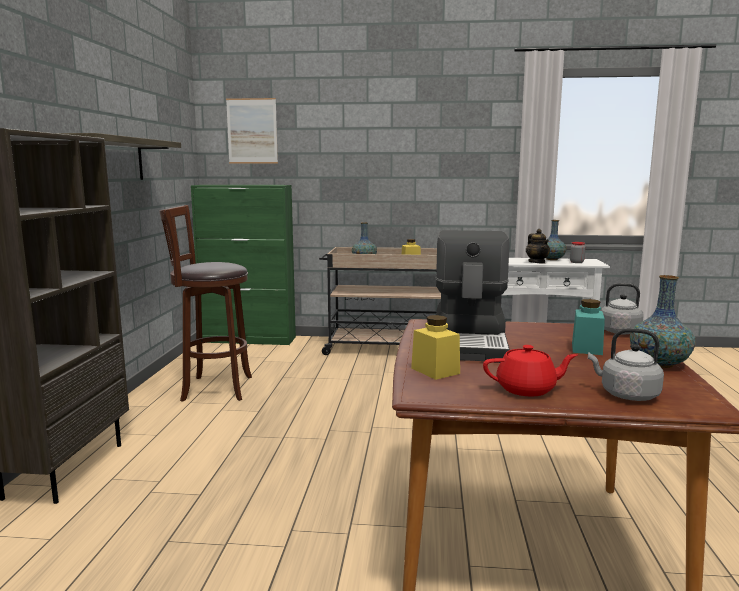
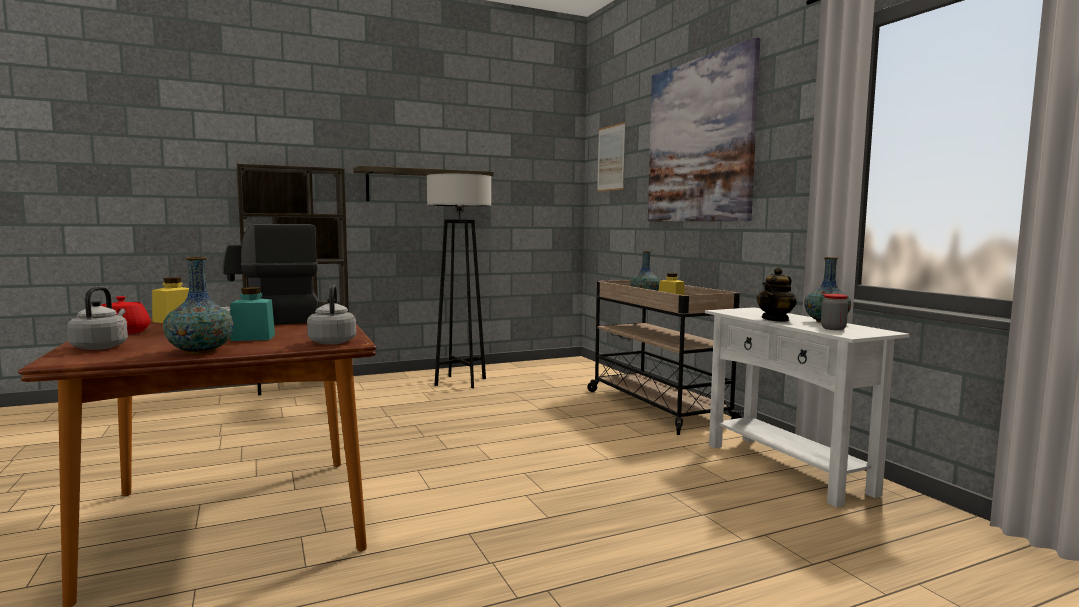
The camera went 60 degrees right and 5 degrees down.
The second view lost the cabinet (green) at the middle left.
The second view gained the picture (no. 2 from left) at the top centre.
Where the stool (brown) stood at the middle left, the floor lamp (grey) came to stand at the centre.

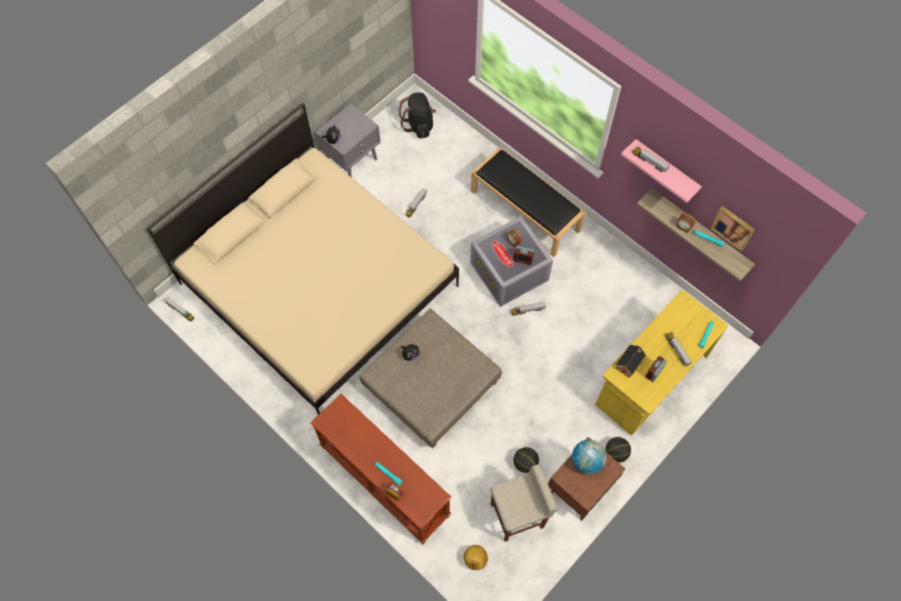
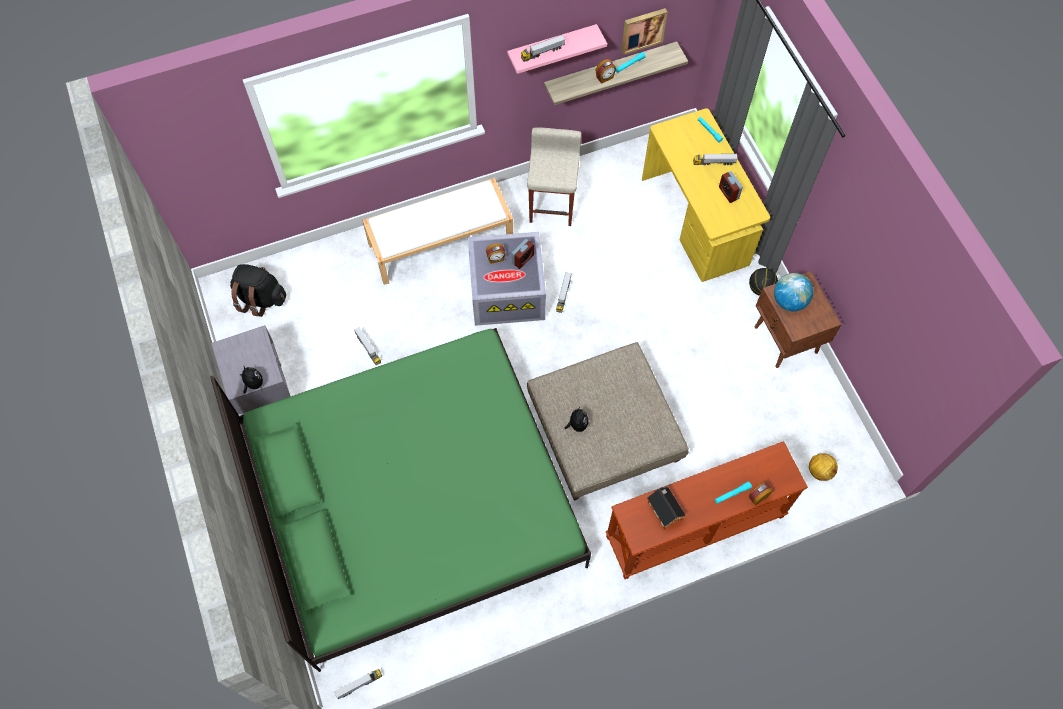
The camera went 65 degrees left and 0 degrees up.
The second view lost the basketball (no. 1 from left) at the bottom centre.
The stool (beige) ended up elsewhere, having gone from the bottom centre to the top centre.
The toy house ended up elsewhere, having gone from the middle right to the bottom centre.
What was the bed (beige) at the centre turned into the bed (green) at the bottom centre.
What was the bench (black) at the centre turned into the bench (white) at the top centre.

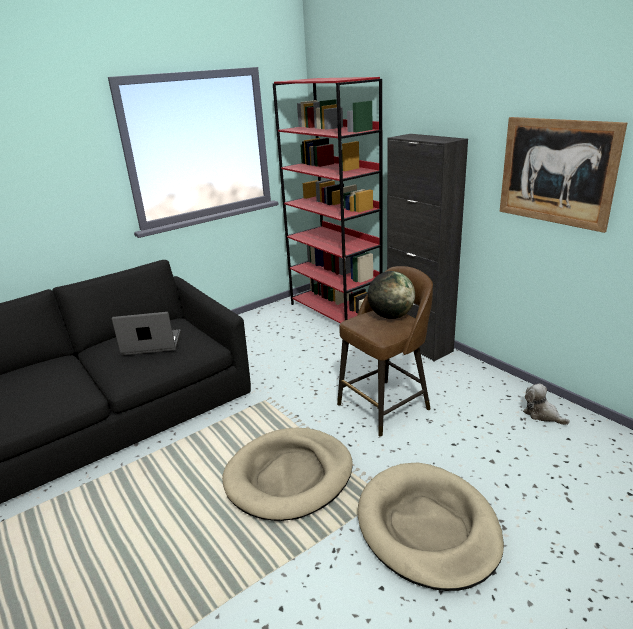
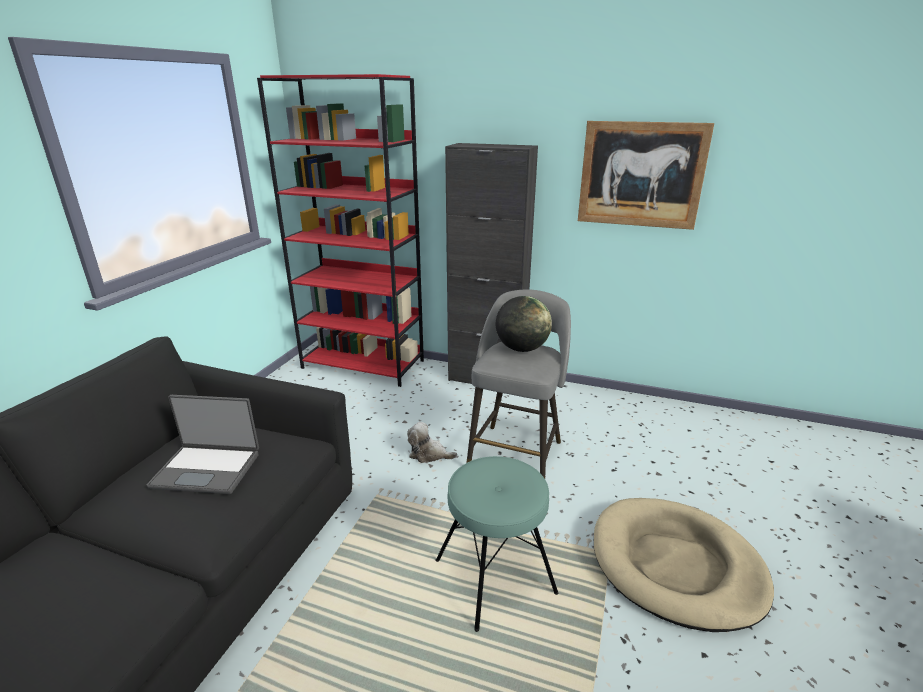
The camera went 35 degrees left and 0 degrees up.
The plush toy ended up elsewhere, having gone from the middle right to the centre.
Where the dog bed (beige) (no. 1 from left) stood at the bottom centre, the stool (turquoise) came to stand at the bottom centre.
What was the stool (brown) at the centre turned into the stool (grey) at the centre.
The laptop at the middle left ended up facing another way, 135 degrees counterclockwise from before.

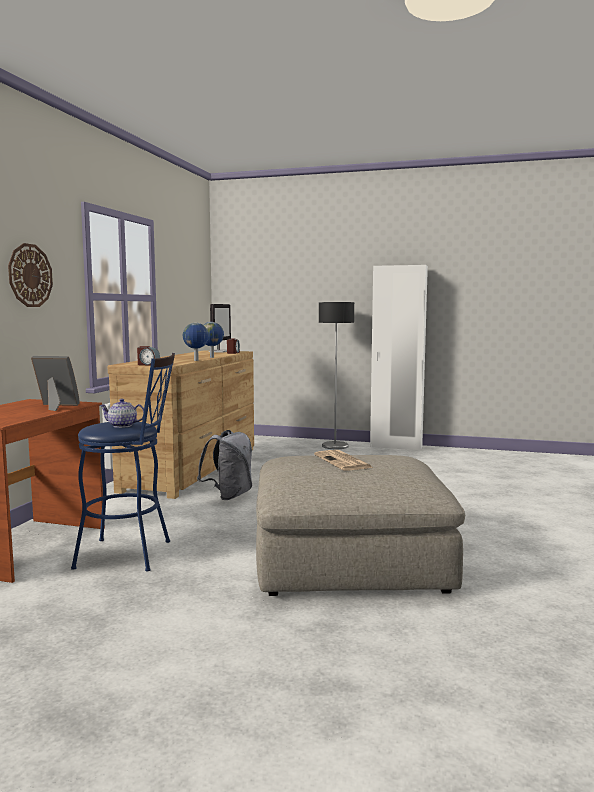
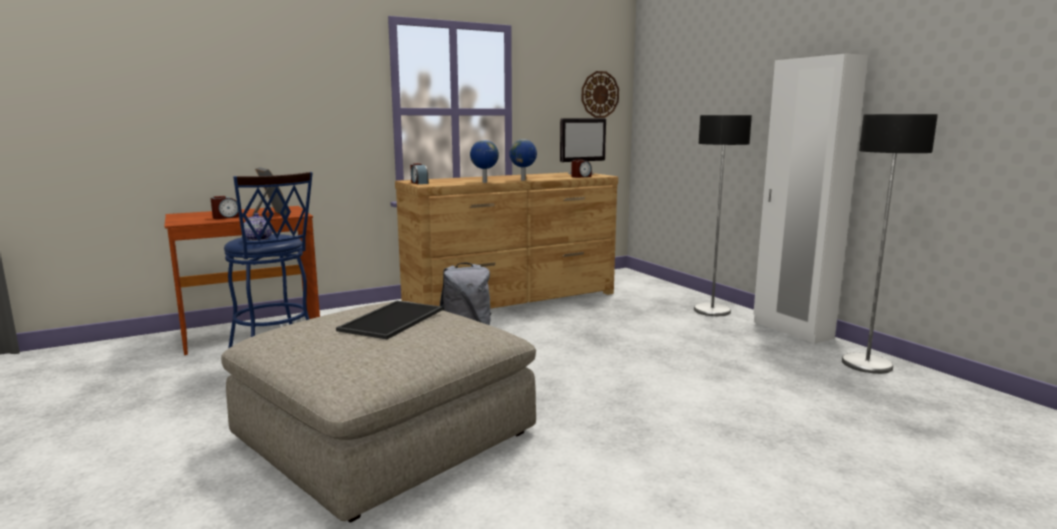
The camera went 45 degrees right and 5 degrees up.
The second view gained the alarm clock (no. 1 from left) at the middle left.
The second view gained the floor lamp (no. 2 from left) at the middle right.
The wall clock ended up elsewhere, having gone from the middle left to the top centre.
Where the newspaper stood at the centre, the tray came to stand at the centre.

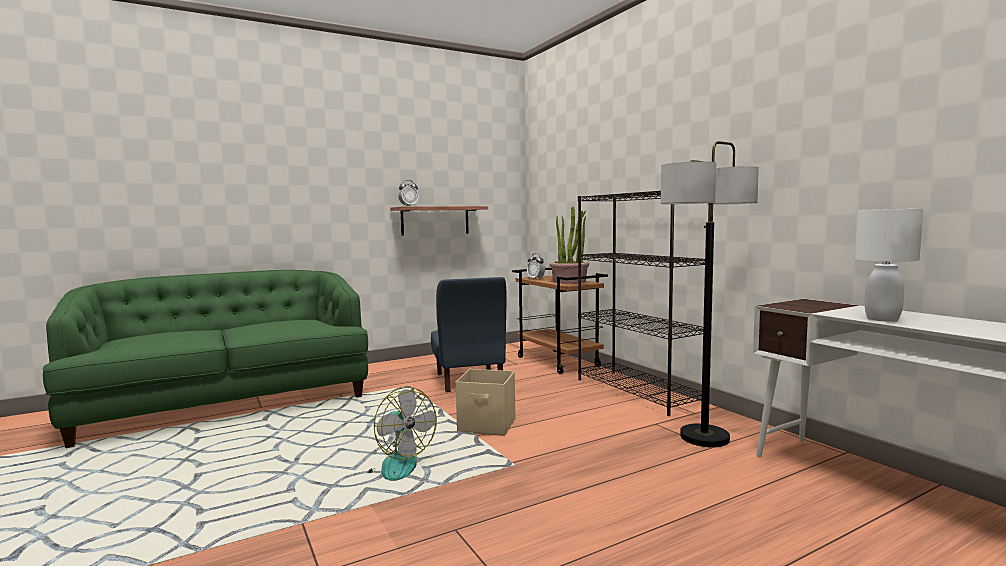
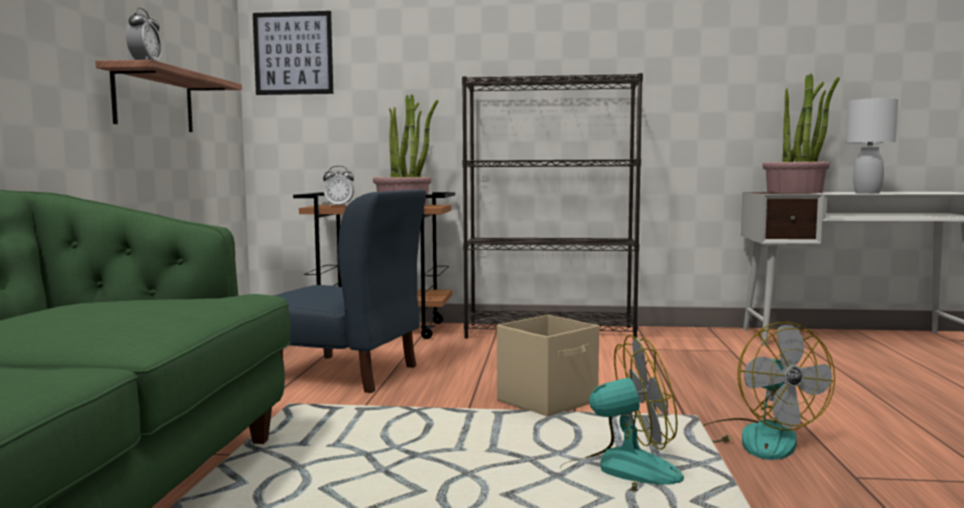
The camera went 55 degrees left and 0 degrees up.
The second view lost the floor lamp at the middle right.
The second view gained the picture at the top left.
The second view gained the fan (no. 2 from left) at the bottom right.
The second view gained the potted plant (no. 2 from left) at the top right.

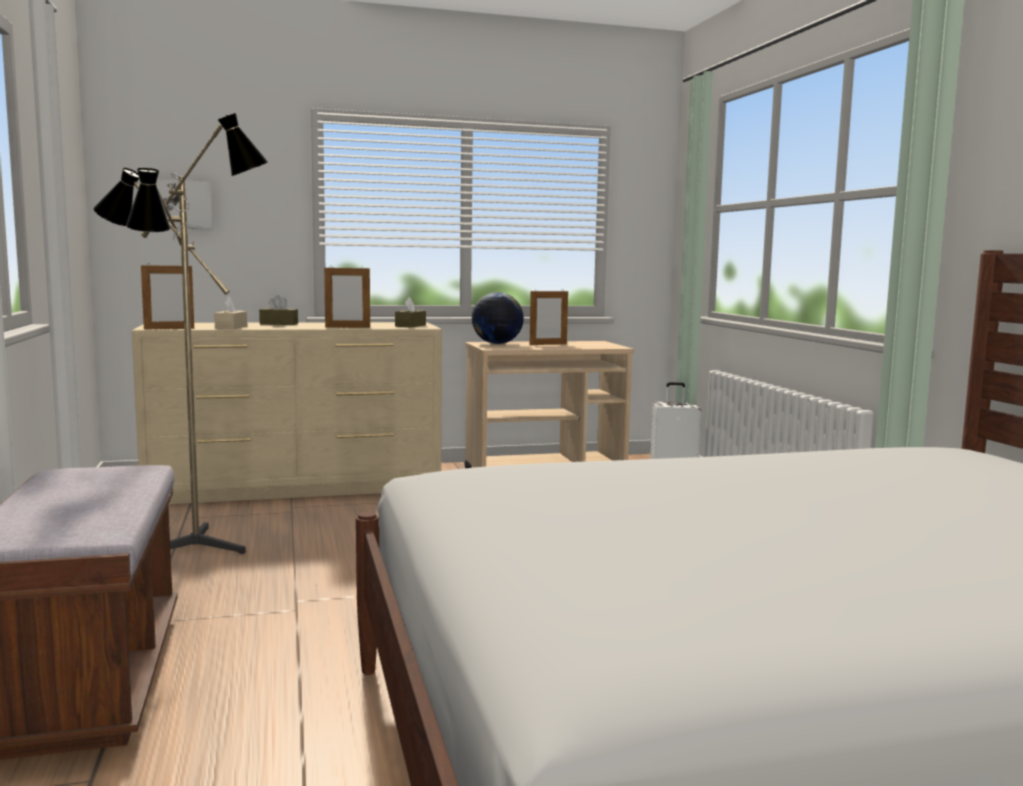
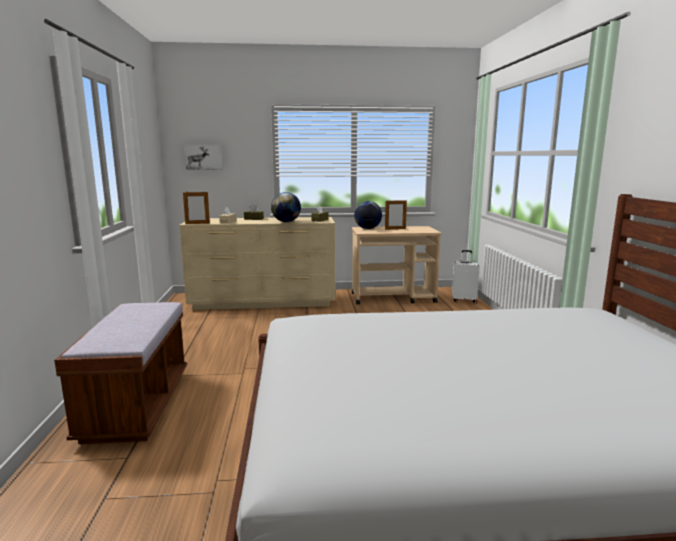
The camera went 10 degrees right and 5 degrees up.
The second view lost the floor lamp at the middle left.
Where the picture frame (no. 2 from left) stood at the centre, the globe (no. 1 from left) came to stand at the centre.

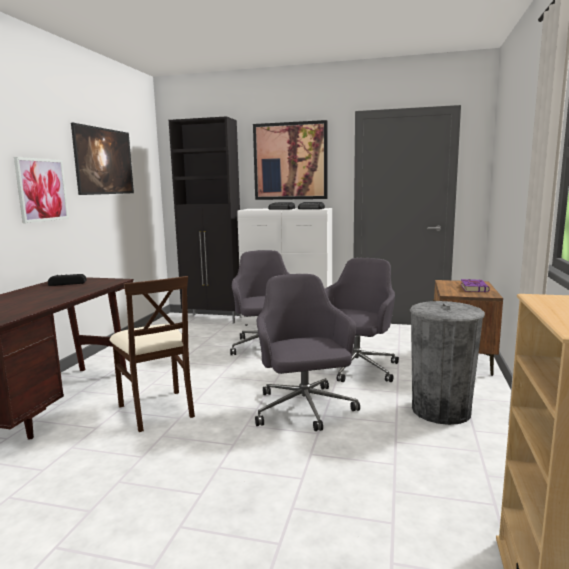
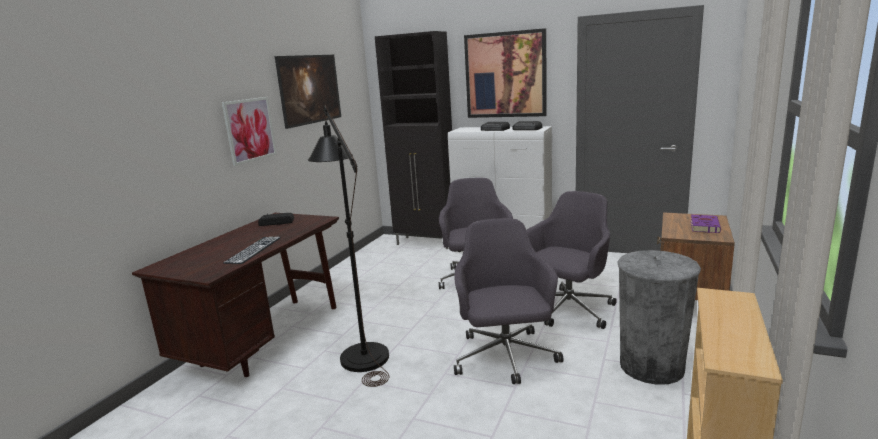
The camera went 10 degrees right and 5 degrees up.
The second view gained the keyboard at the middle left.
Where the chair (beige) stood at the middle left, the floor lamp (black) came to stand at the centre.

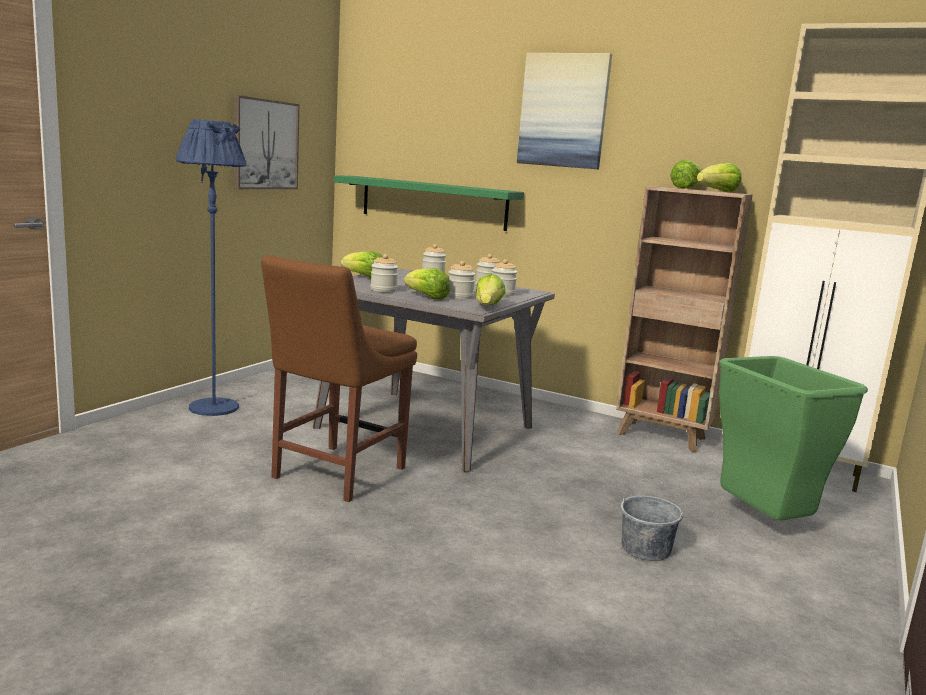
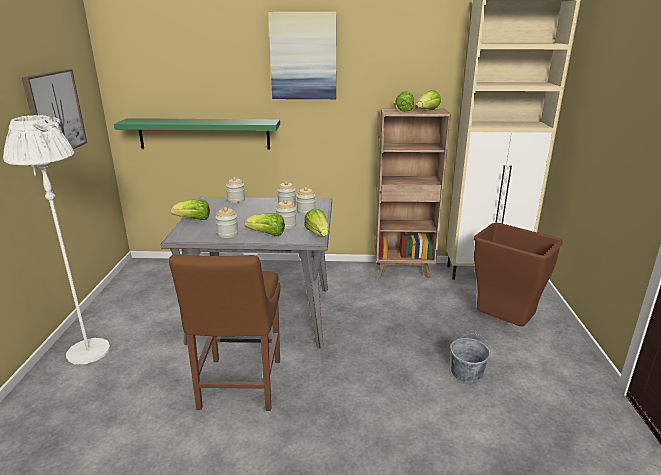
The camera went 25 degrees left and 10 degrees up.
What was the floor lamp (blue) at the middle left turned into the floor lamp (white) at the middle left.
What was the trash can (green) at the middle right turned into the trash can (brown) at the middle right.

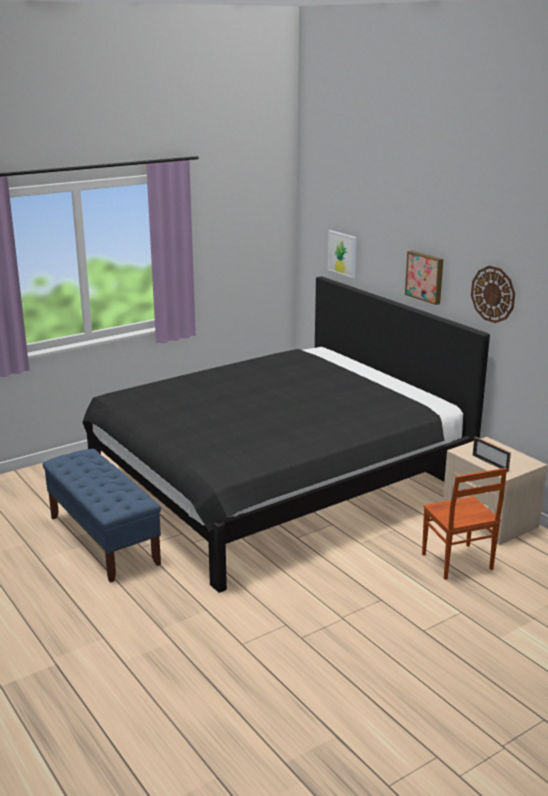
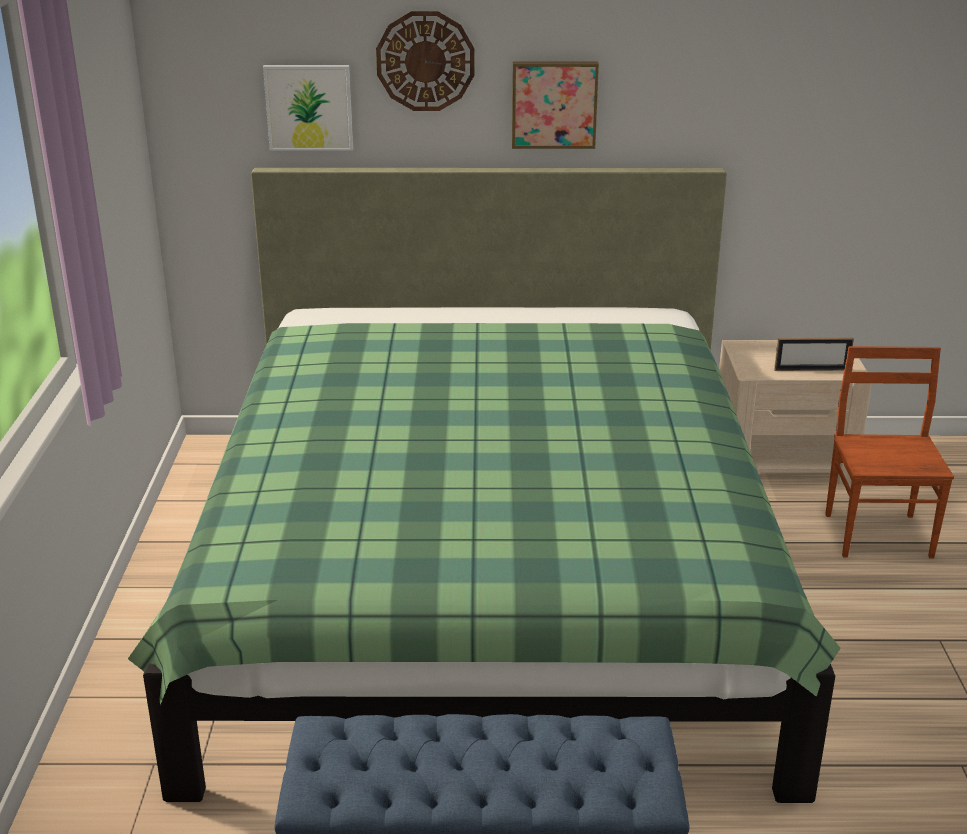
The camera went 55 degrees left and 5 degrees up.
The wall clock ended up elsewhere, having gone from the middle right to the top centre.
What was the bed (black) at the centre turned into the bed (green) at the centre.
The chair (brown) at the middle right ended up facing another way, 105 degrees counterclockwise from before.

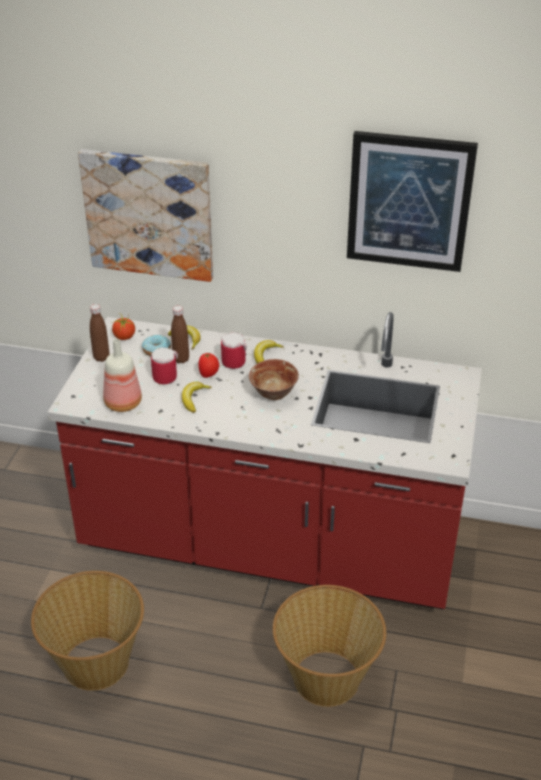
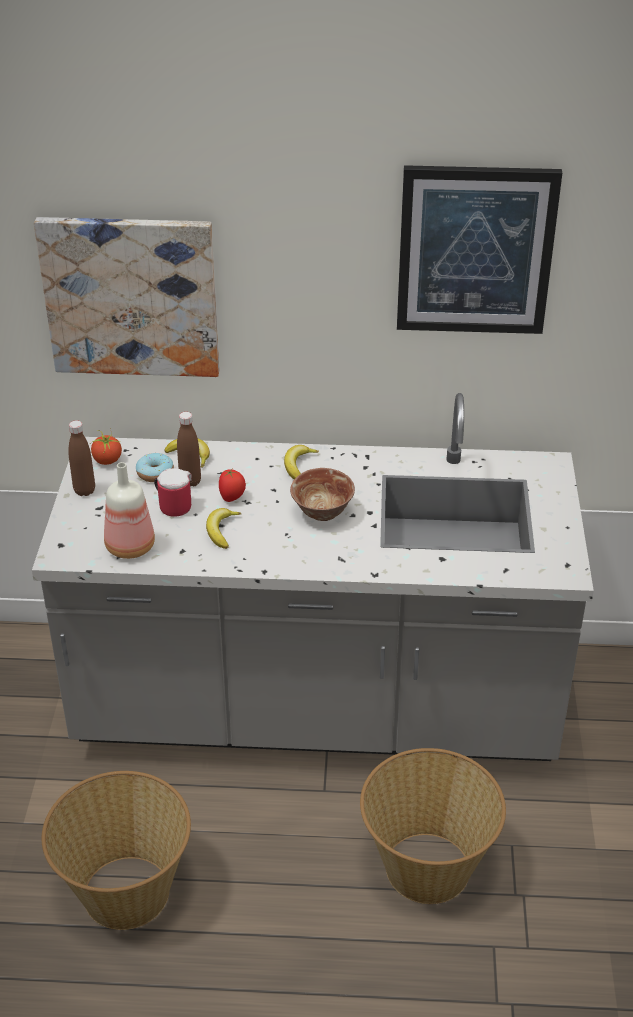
The camera went 10 degrees left and 0 degrees up.
The second view lost the mug (no. 2 from left) at the centre.
What was the counter (red) at the centre turned into the counter (grey) at the centre.

